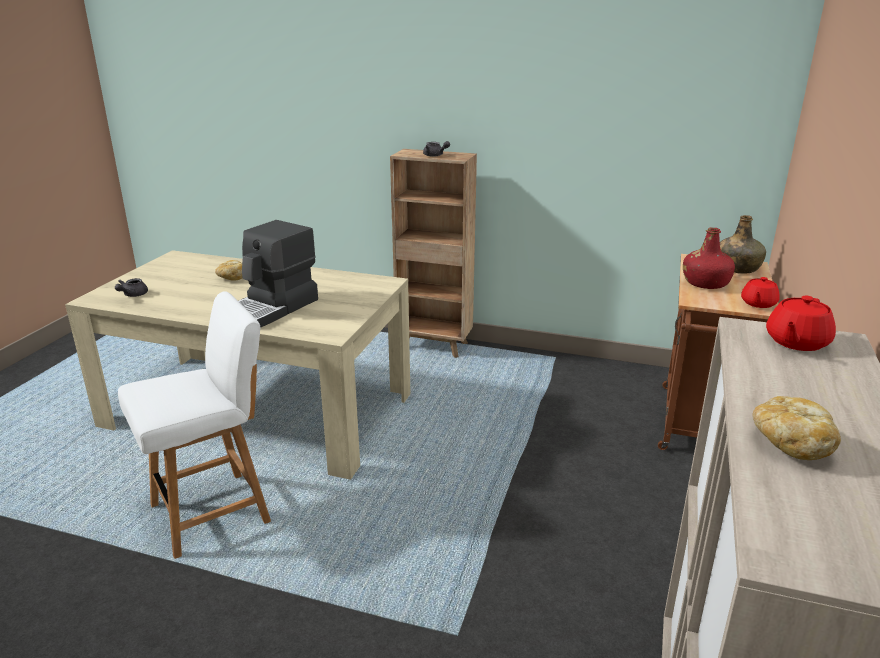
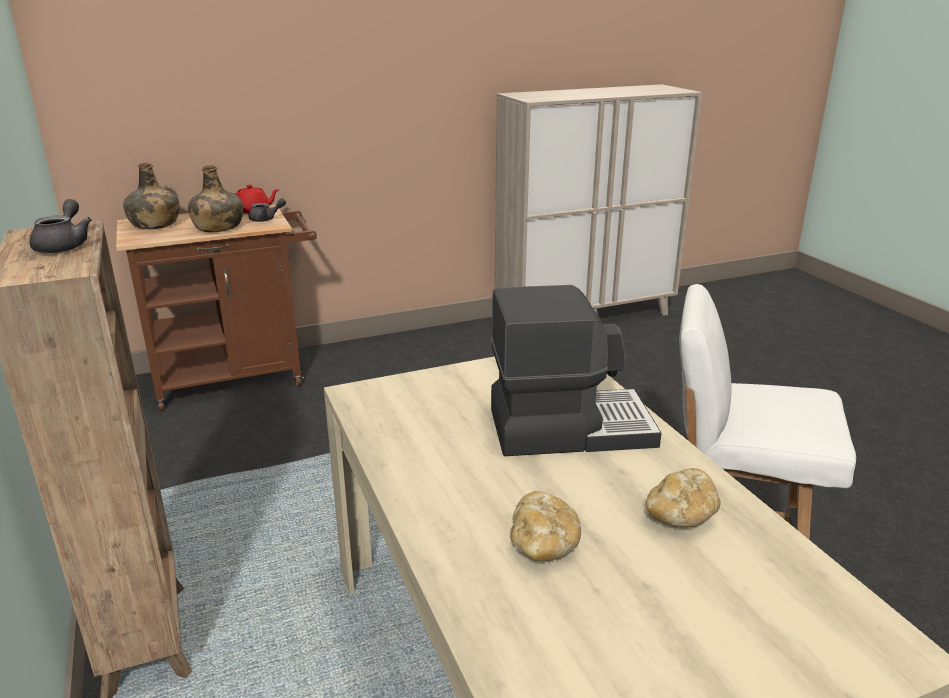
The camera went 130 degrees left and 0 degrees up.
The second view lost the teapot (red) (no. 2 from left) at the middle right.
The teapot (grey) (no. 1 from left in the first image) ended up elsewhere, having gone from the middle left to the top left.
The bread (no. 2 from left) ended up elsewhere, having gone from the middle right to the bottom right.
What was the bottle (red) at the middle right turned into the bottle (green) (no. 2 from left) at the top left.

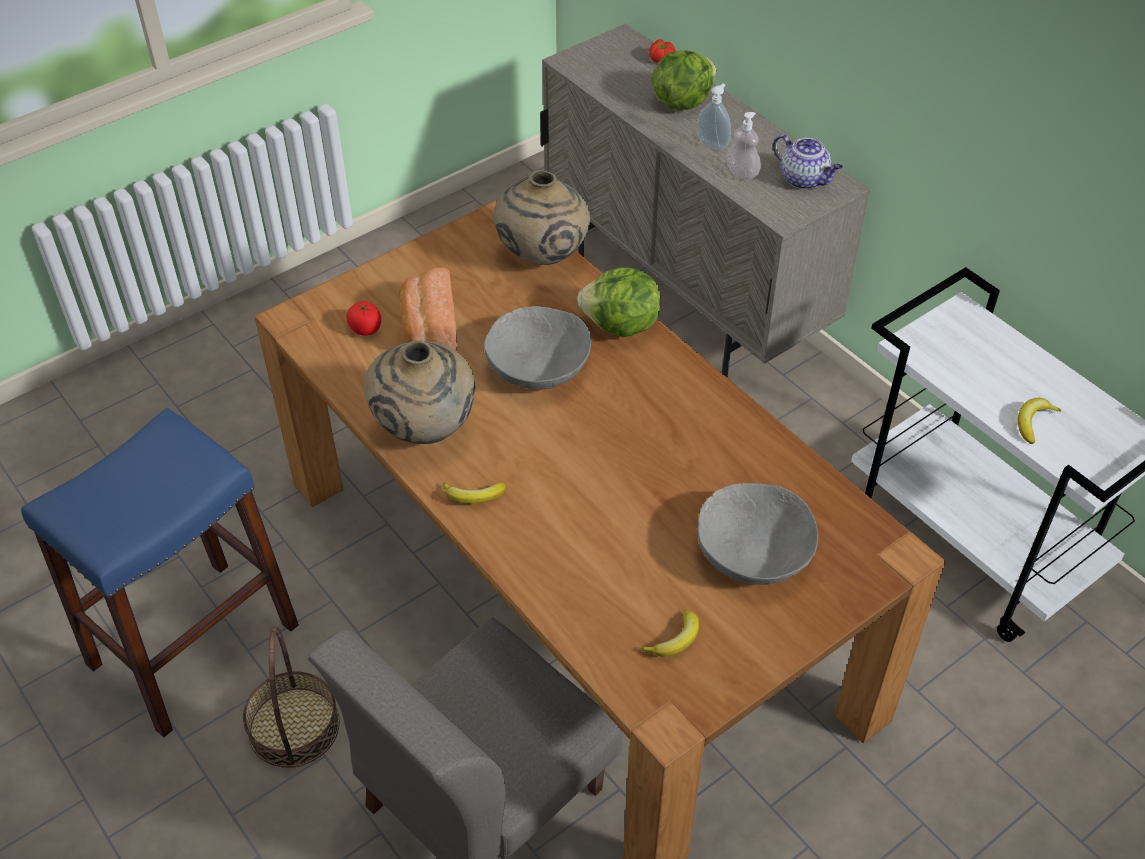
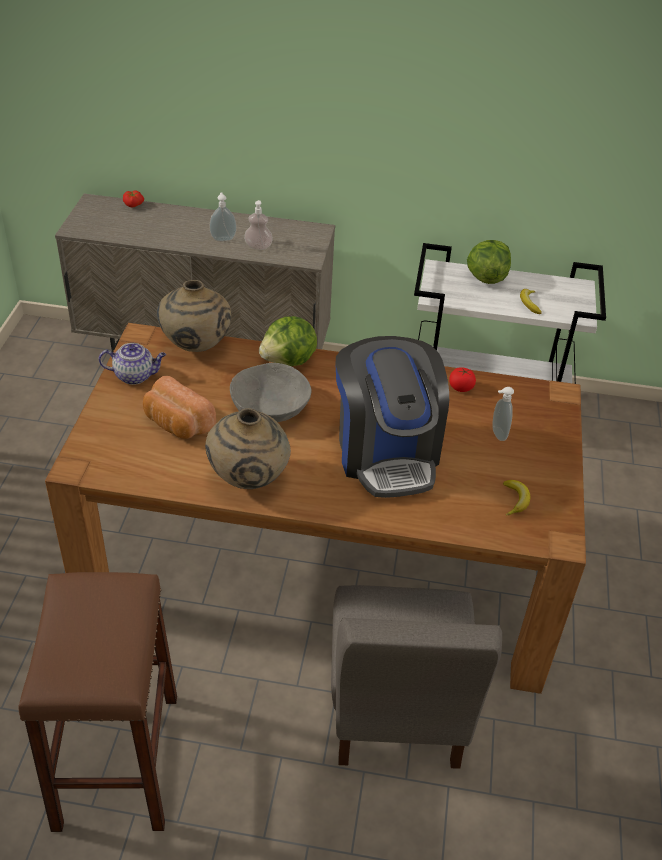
The camera went 45 degrees left and 5 degrees down.
The second view lost the basket at the bottom left.
The second view lost the banana (no. 1 from left) at the centre.
The second view gained the coffee machine at the centre.
The tomato (no. 1 from left in the first image) ended up elsewhere, having gone from the middle left to the middle right.
The lettuce (no. 2 from left) ended up elsewhere, having gone from the top centre to the top right.
The teapot ended up elsewhere, having gone from the top right to the middle left.
Where the bowl (grey) (no. 2 from left) stood at the centre, the soap dispenser (no. 3 from left) came to stand at the middle right.
What was the stool (blue) at the bottom left turned into the stool (brown) at the bottom left.

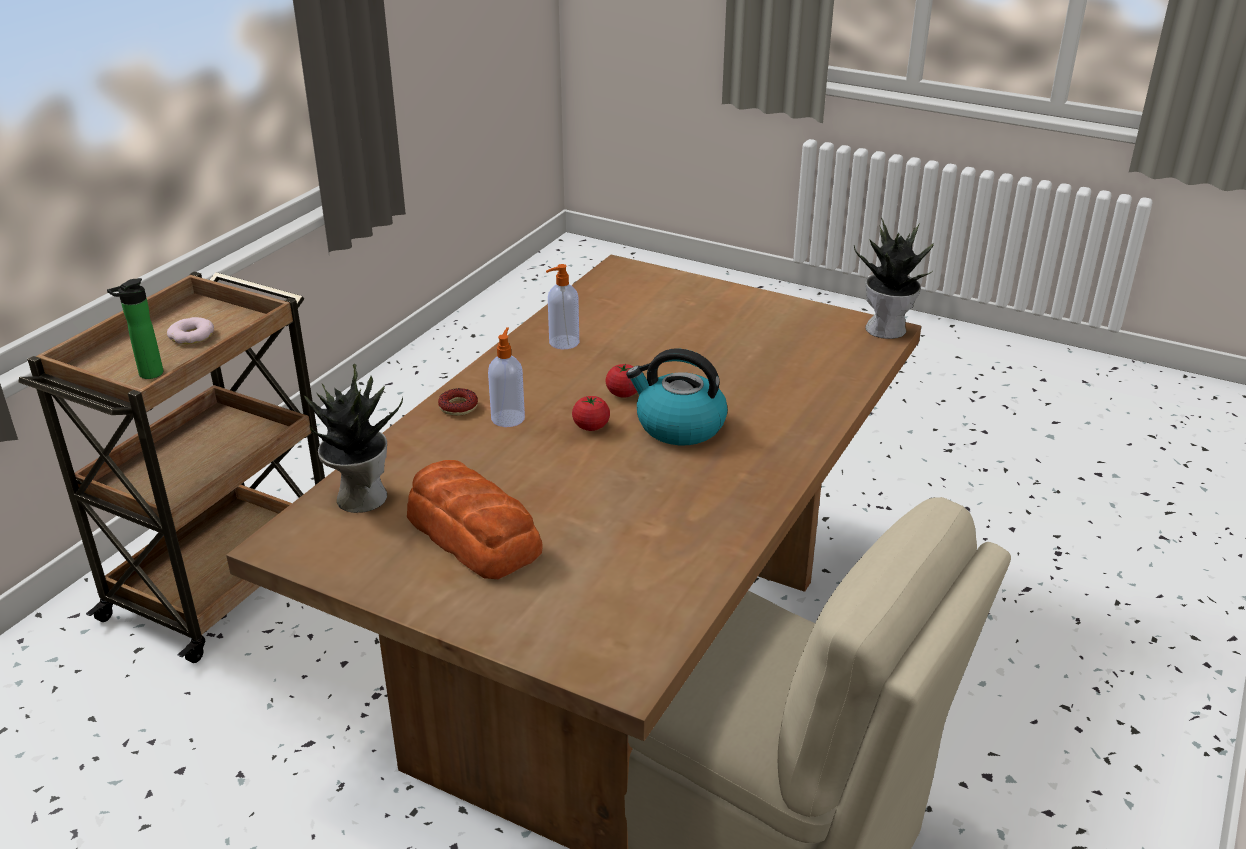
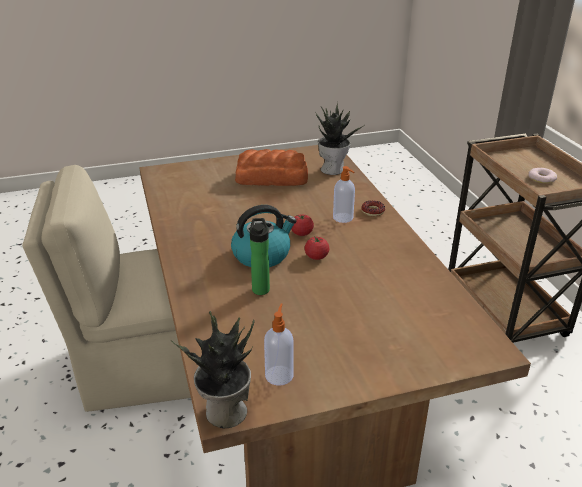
The camera went 135 degrees right and 0 degrees up.
The bottle ended up elsewhere, having gone from the middle left to the centre.
The soap dispenser (no. 2 from left in the first image) ended up elsewhere, having gone from the centre to the bottom centre.

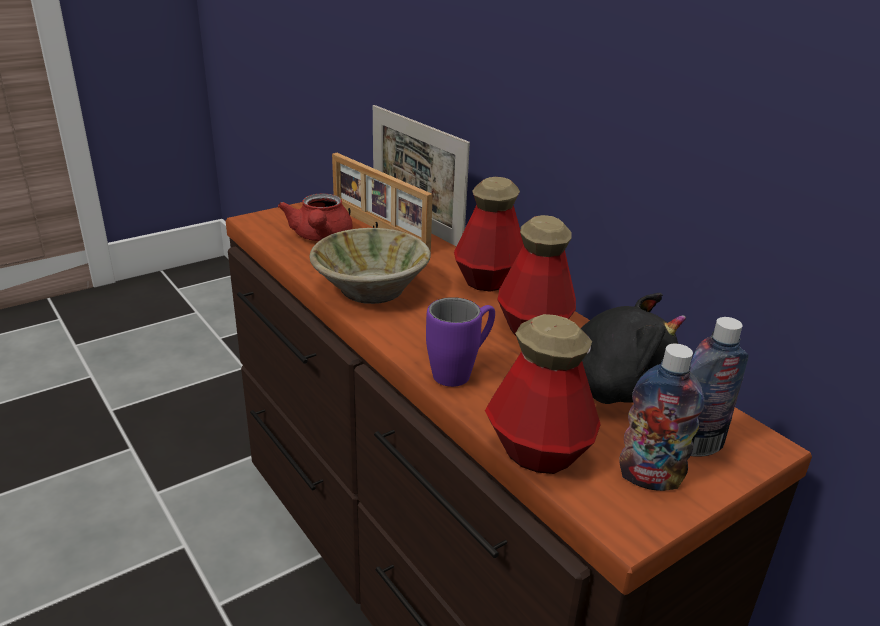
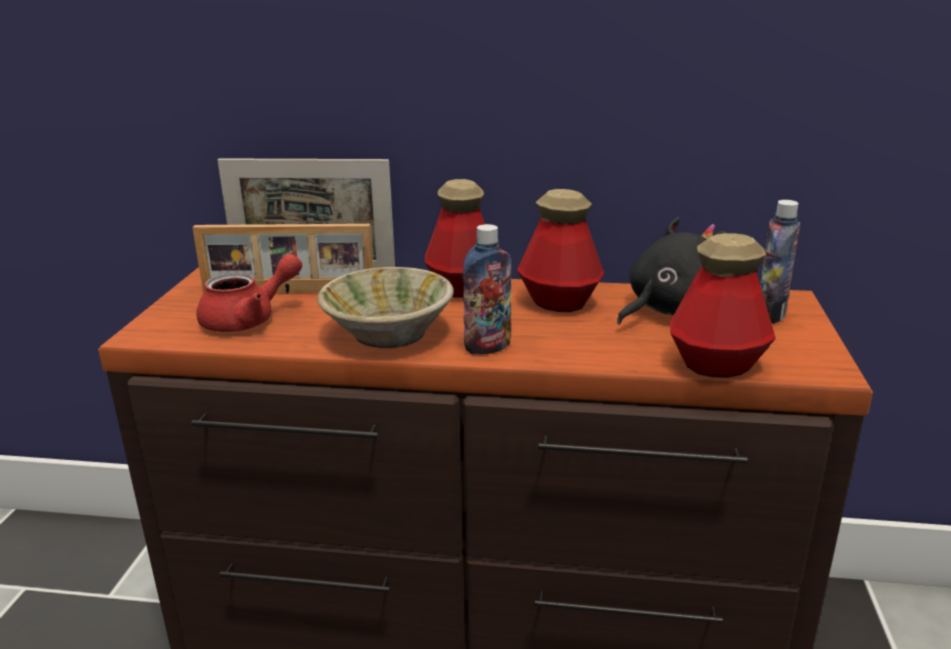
The camera went 45 degrees left and 5 degrees down.
The second view lost the mug (purple) at the centre.
The bottle (no. 4 from left in the first image) ended up elsewhere, having gone from the middle right to the centre.
The teapot (red) at the centre ended up facing another way, 75 degrees counterclockwise from before.

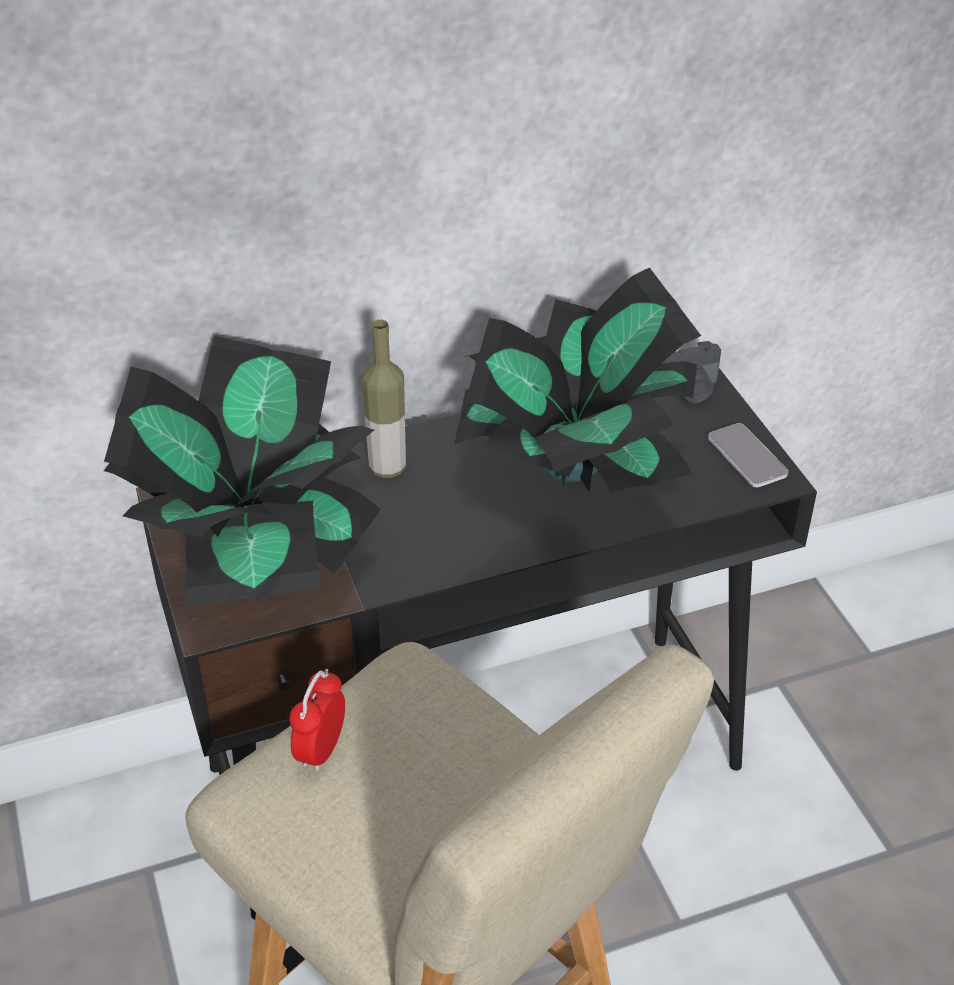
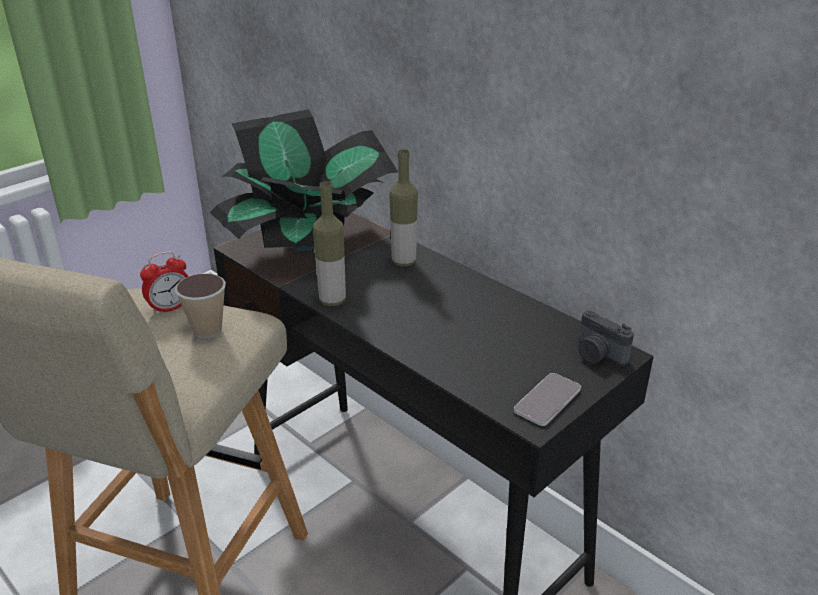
The camera went 65 degrees right and 10 degrees down.
The second view lost the potted plant (no. 2 from left) at the centre.
The second view gained the cup at the middle left.
The second view gained the bottle (no. 1 from left) at the centre.
The alarm clock at the bottom left ended up facing another way, 150 degrees clockwise from before.

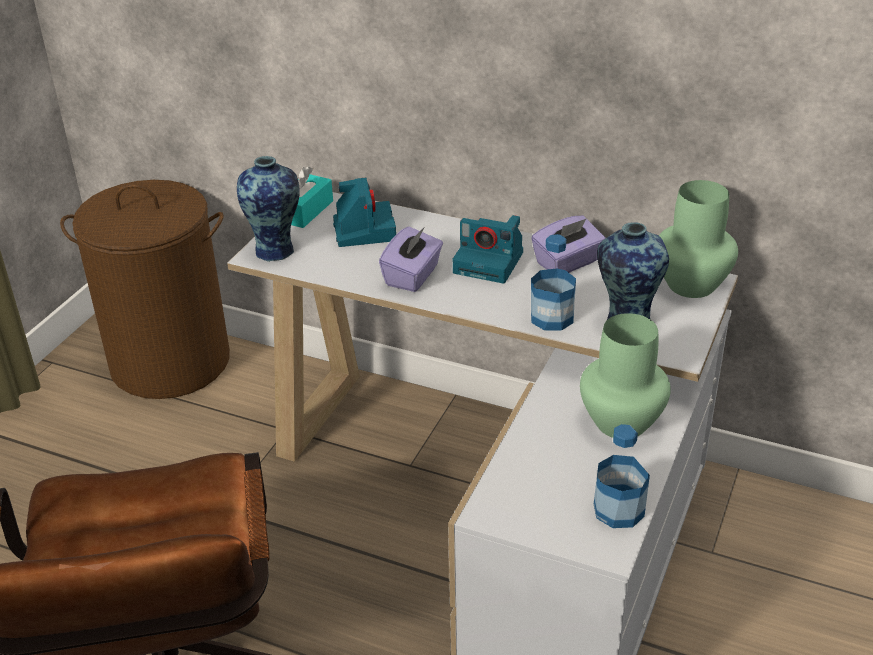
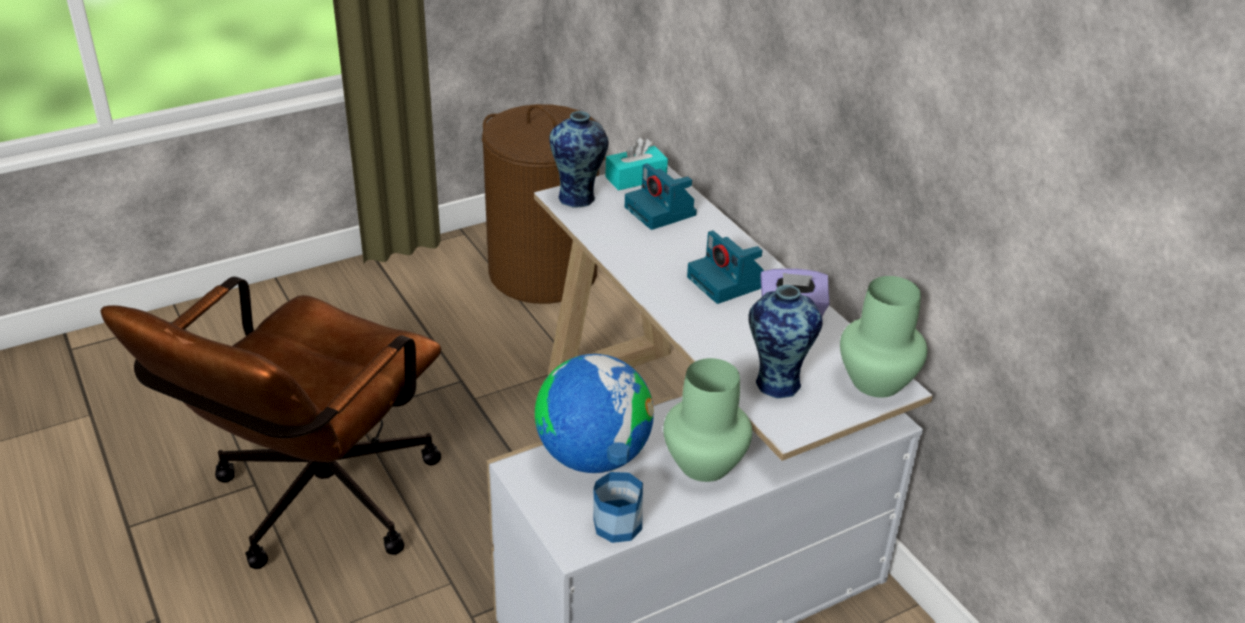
The camera went 35 degrees right and 0 degrees up.
The second view lost the tissue box (purple) (no. 1 from left) at the centre.
The second view lost the bottle (no. 1 from left) at the centre.
The second view gained the globe at the centre.
The photo camera (no. 1 from left) at the top centre ended up facing another way, 120 degrees clockwise from before.

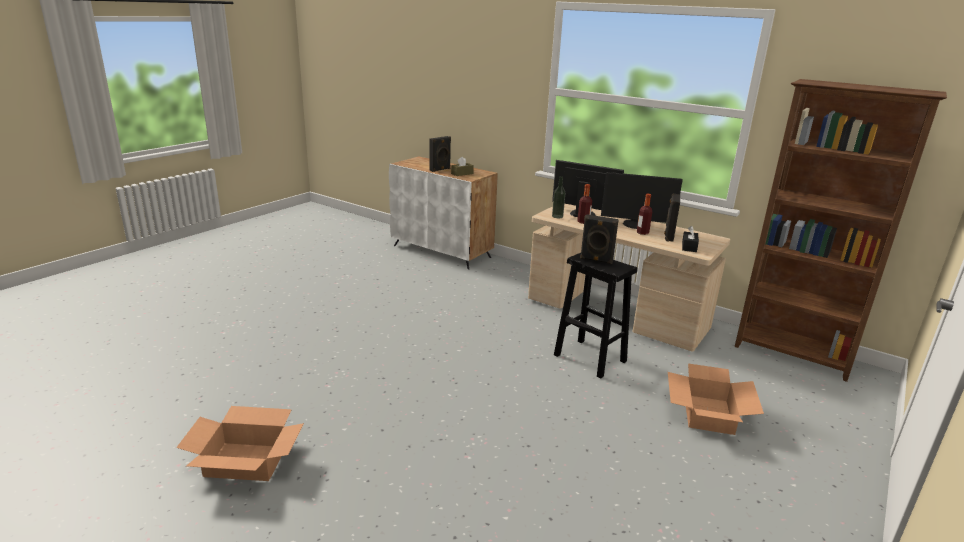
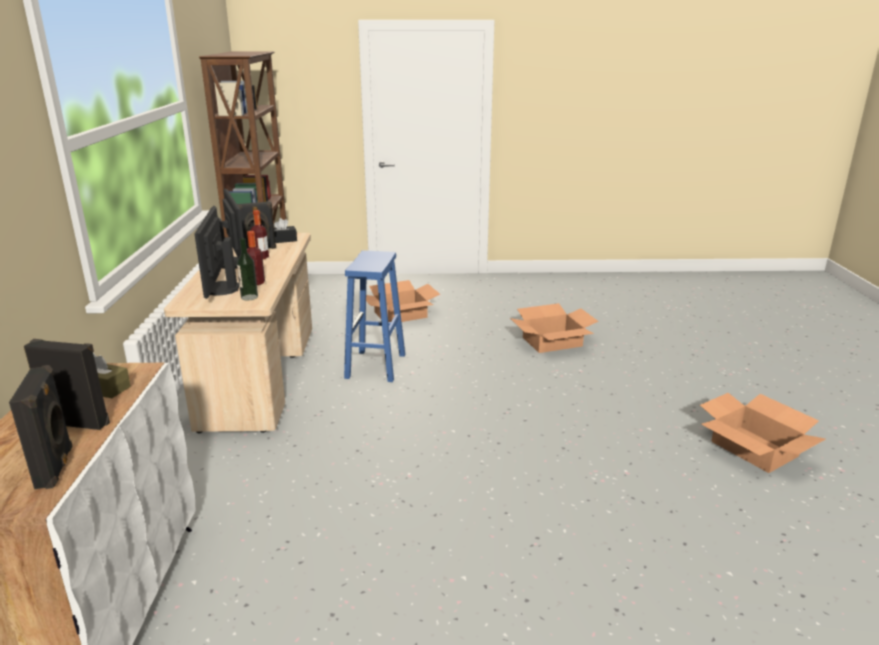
The camera went 125 degrees left and 0 degrees up.
The second view gained the cardboard box (no. 2 from left) at the centre.
The speaker (black) (no. 2 from left in the first image) ended up elsewhere, having gone from the centre to the middle left.
What was the stool (black) at the centre turned into the stool (blue) at the centre.

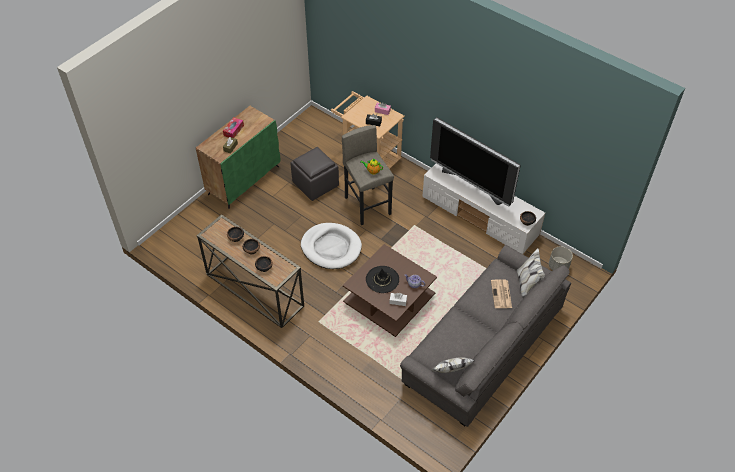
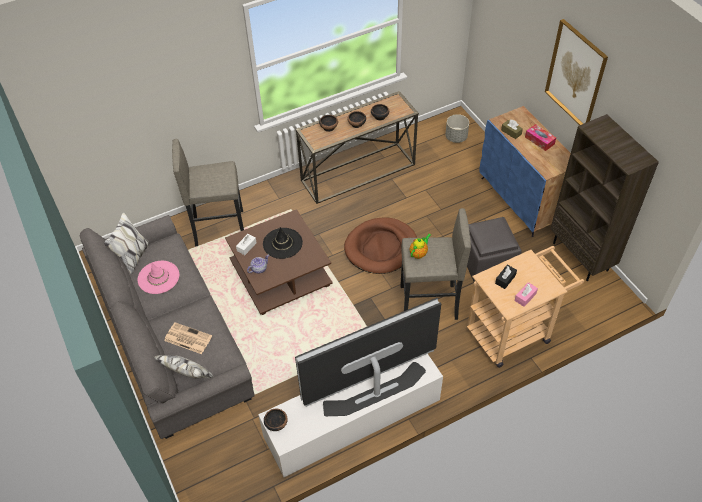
The camera went 115 degrees right and 0 degrees up.
The second view gained the hat (pink) at the middle left.
The second view gained the stool (grey) (no. 1 from left) at the middle left.
The second view gained the picture at the top right.
The second view gained the bookcase (brown) at the middle right.
The planter (grey) ended up elsewhere, having gone from the middle right to the top centre.
What was the cabinet (green) at the top left turned into the cabinet (blue) at the middle right.
What was the dog bed (white) at the centre turned into the dog bed (brown) at the centre.

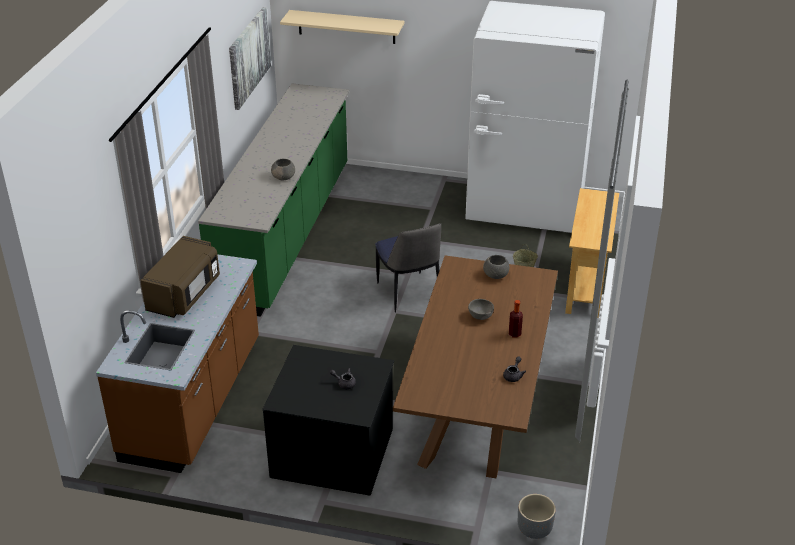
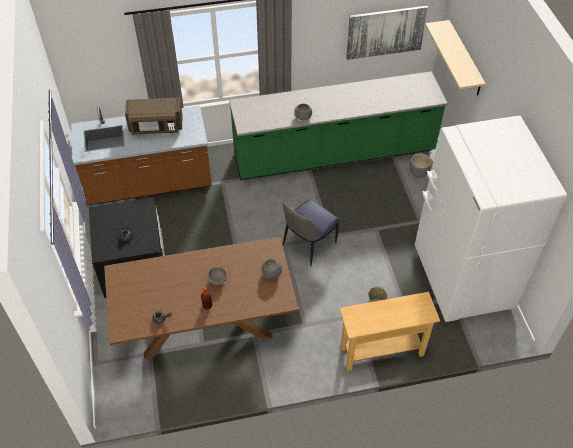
The camera went 65 degrees right and 15 degrees up.
The planter (grey) ended up elsewhere, having gone from the bottom right to the middle right.

